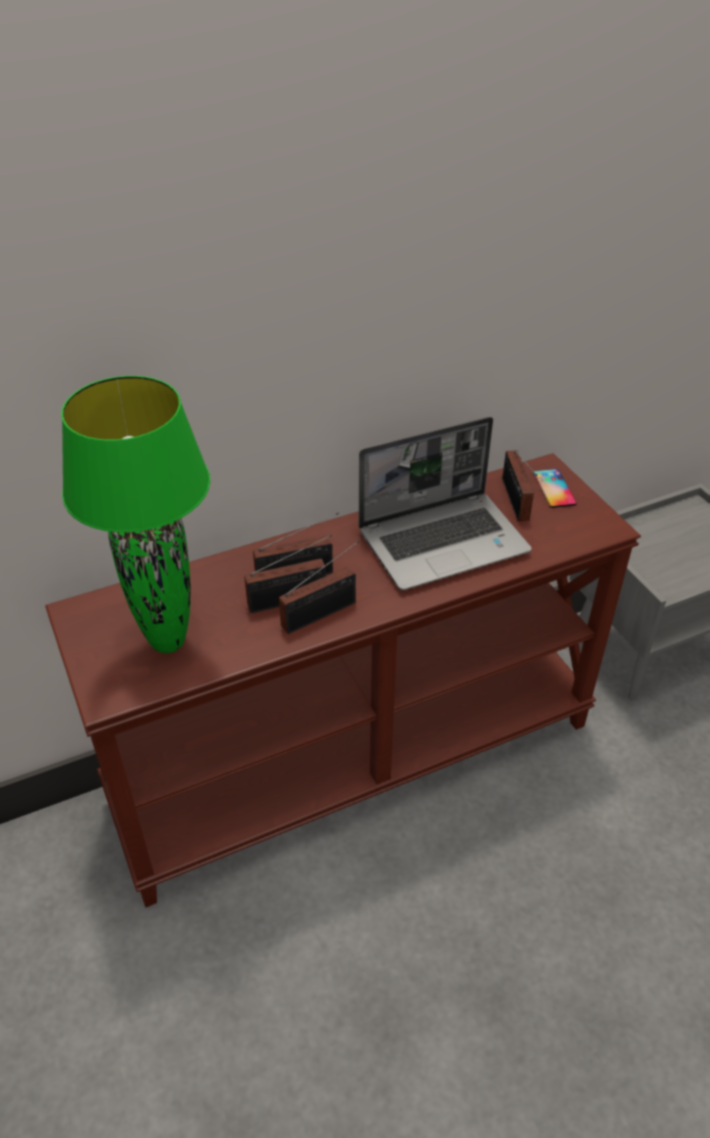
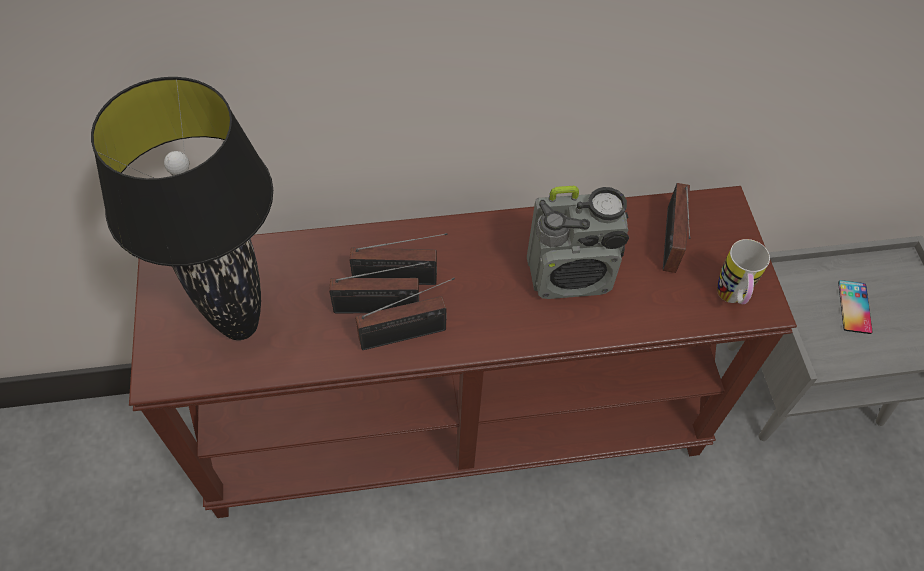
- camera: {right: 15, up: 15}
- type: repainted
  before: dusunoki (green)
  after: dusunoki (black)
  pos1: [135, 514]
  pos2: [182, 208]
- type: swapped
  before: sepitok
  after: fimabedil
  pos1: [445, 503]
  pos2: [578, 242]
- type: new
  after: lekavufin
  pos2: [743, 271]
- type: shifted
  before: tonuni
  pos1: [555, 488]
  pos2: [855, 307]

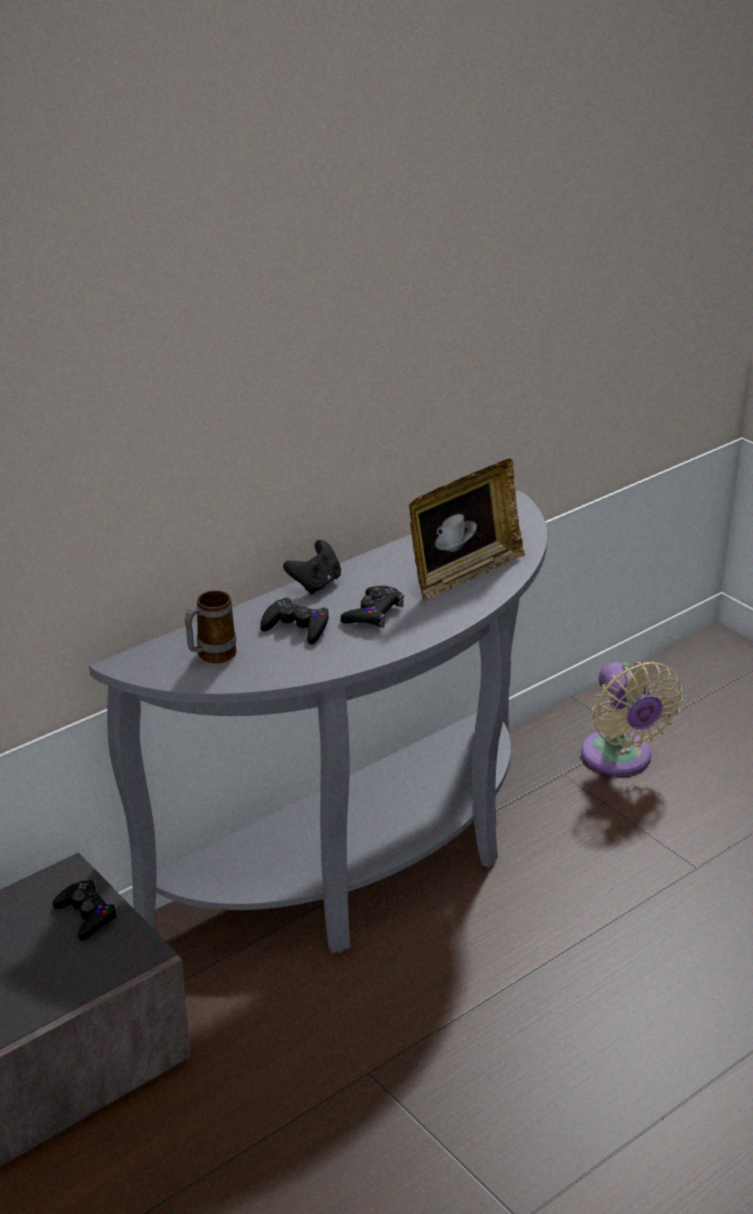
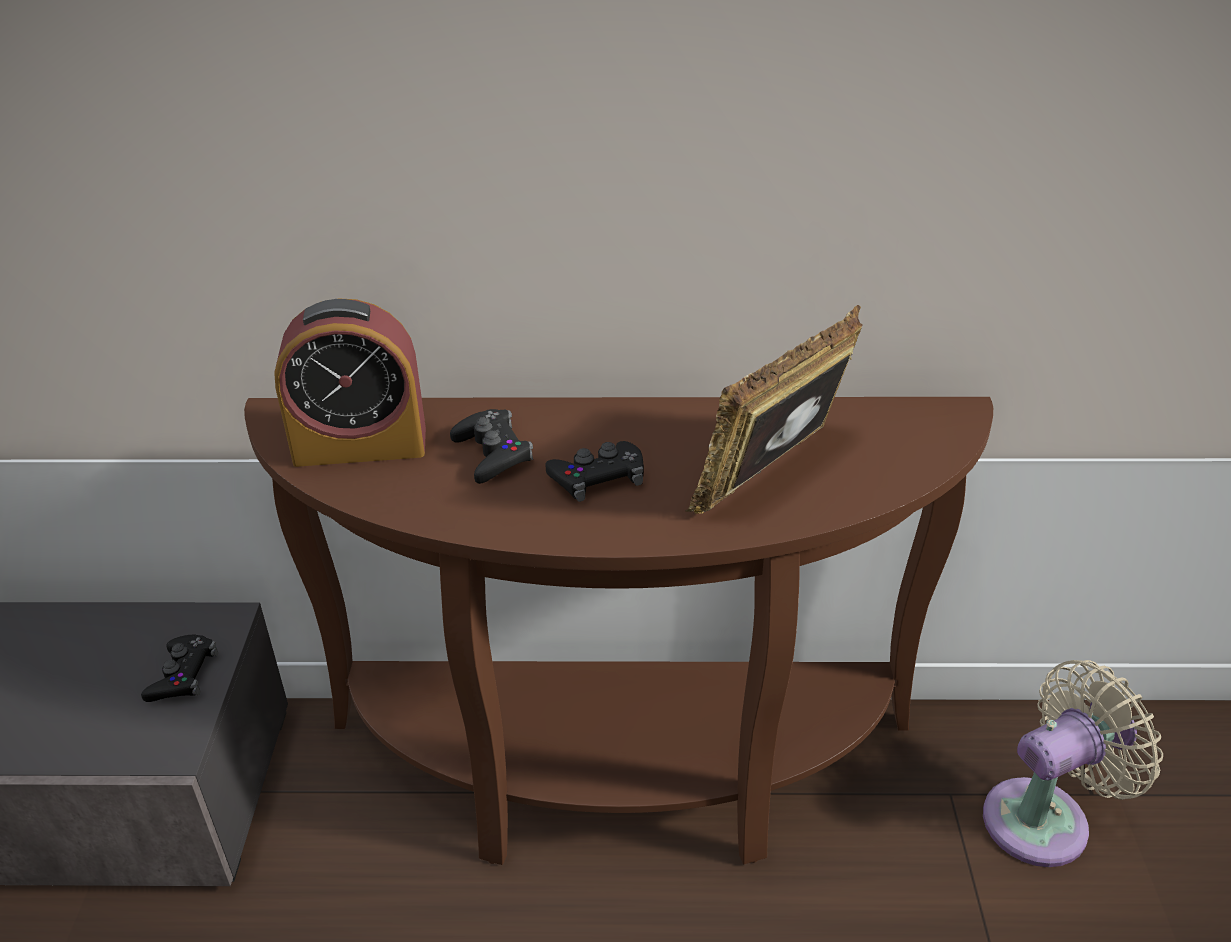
- camera: {right: 40, up: 5}
- type: repainted
  before: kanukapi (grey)
  after: kanukapi (brown)
  pos1: [318, 721]
  pos2: [618, 631]
- type: swapped
  before: lekavufin
  after: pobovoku
  pos1: [210, 626]
  pos2: [350, 382]
- type: rotated
  before: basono
  pos1: [467, 530]
  pos2: [774, 409]
  turn: 135
- type: rotated
  before: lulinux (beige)
  pos1: [632, 718]
  pos2: [1073, 763]
  turn: -135
- type: gone
  before: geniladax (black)
  pos1: [312, 567]

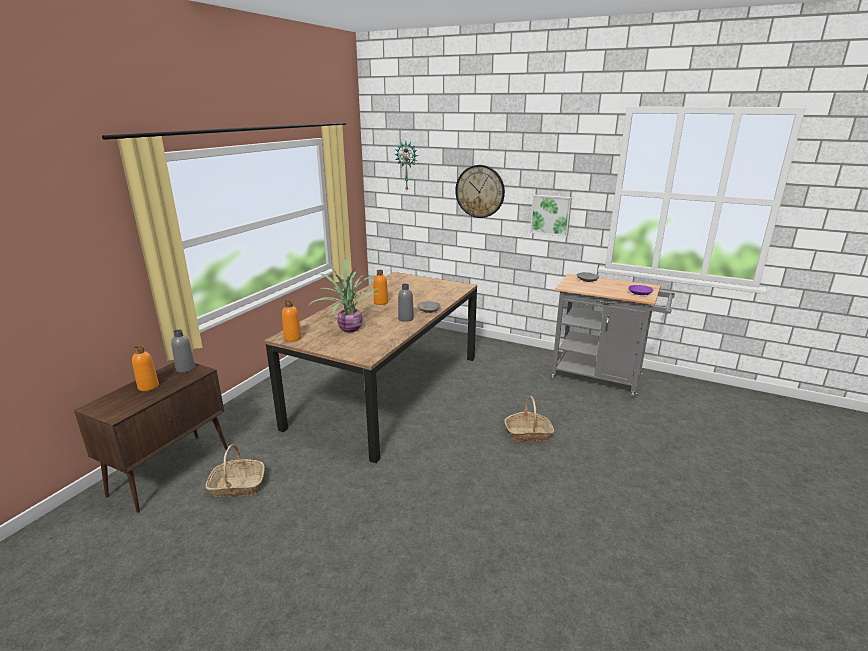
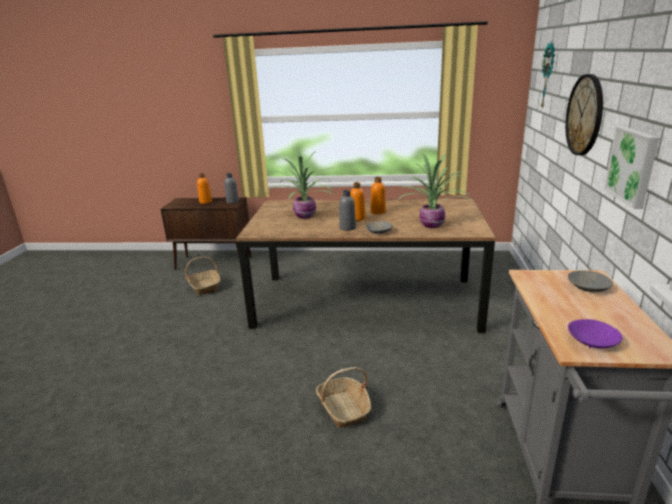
- camera: {right: 70, up: 0}
- type: shifted
  before: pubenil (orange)
  pos1: [291, 321]
  pos2: [358, 201]
- type: new
  after: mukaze
  pos2: [435, 190]

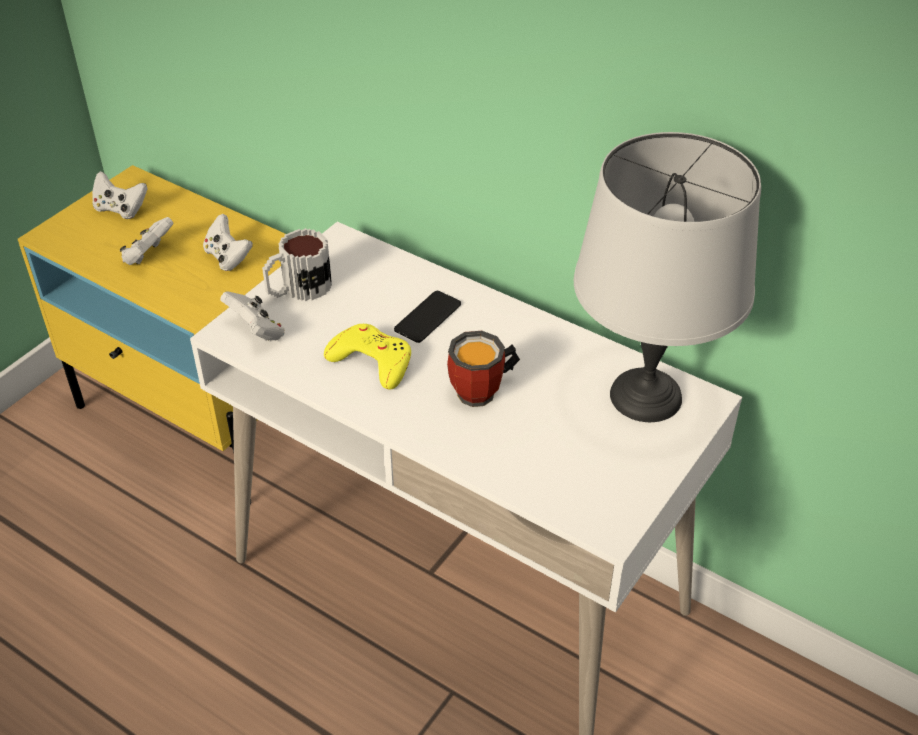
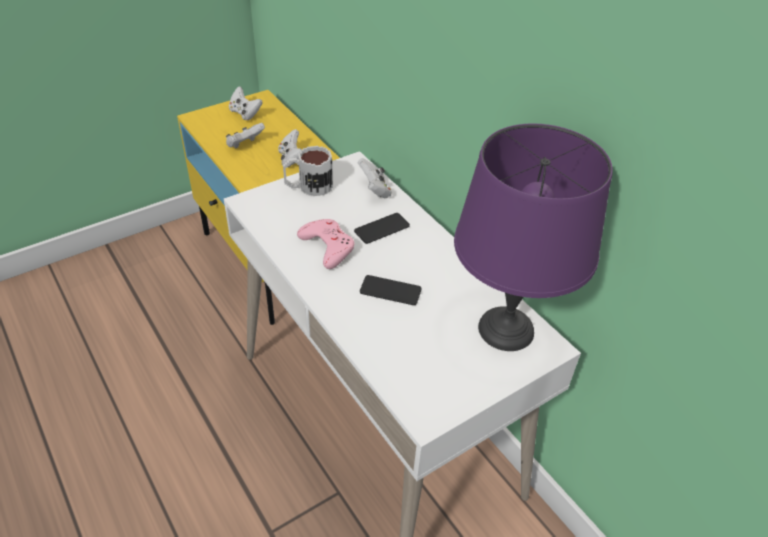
- camera: {right: 20, up: 0}
- type: repainted
  before: geniladax (yellow)
  after: geniladax (pink)
  pos1: [367, 357]
  pos2: [326, 244]
- type: shifted
  before: geniladax (white)
  pos1: [252, 316]
  pos2: [375, 178]
- type: swapped
  before: lekavufin
  after: tonuni
  pos1: [483, 369]
  pos2: [390, 290]
- type: repainted
  before: dusunoki (grey)
  after: dusunoki (purple)
  pos1: [667, 277]
  pos2: [533, 237]

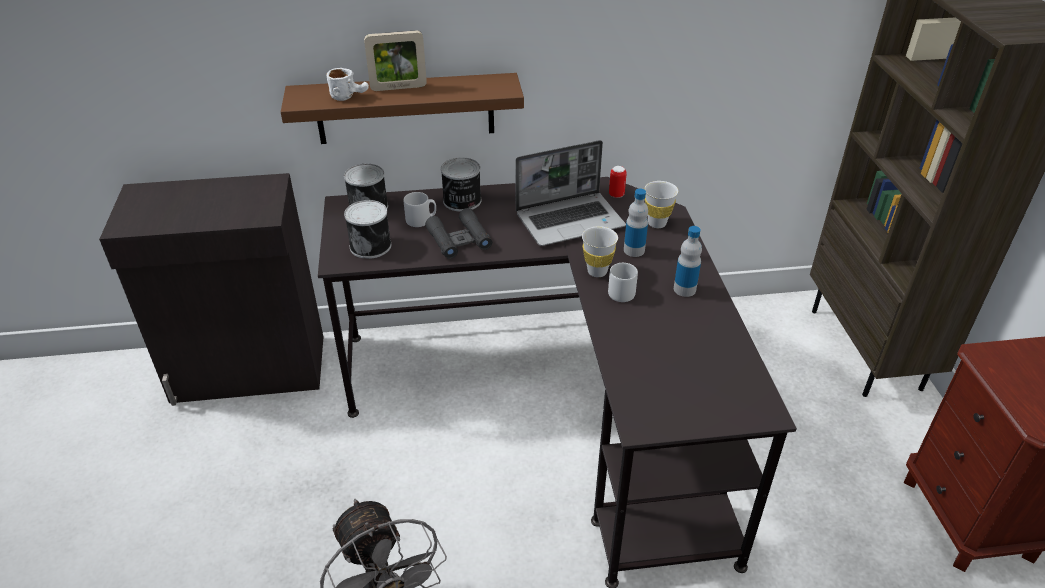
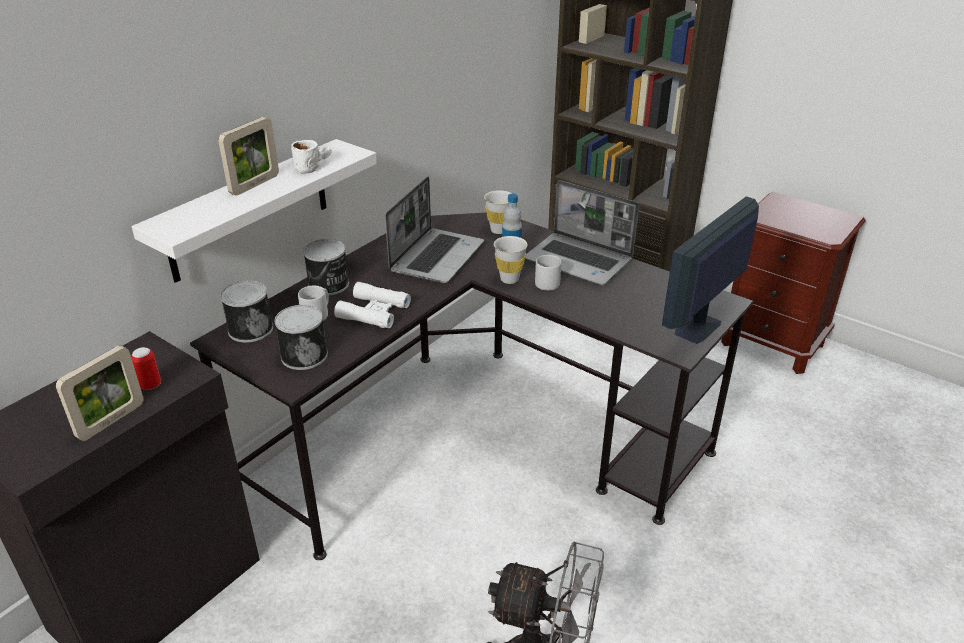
- camera: {right: -45, up: -5}
- type: new
  after: basono
  pos2: [100, 393]
- type: shifted
  before: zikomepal
  pos1: [618, 182]
  pos2: [146, 368]
- type: repainted
  before: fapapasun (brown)
  after: fapapasun (white)
  pos1: [402, 108]
  pos2: [254, 211]
- type: shifted
  before: lekavufin (white)
  pos1: [347, 84]
  pos2: [311, 157]
- type: repainted
  before: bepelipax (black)
  after: bepelipax (white)
  pos1: [458, 233]
  pos2: [372, 305]
- type: swapped
  before: pubenil
  after: sepitok
  pos1: [688, 261]
  pos2: [582, 232]
- type: new
  after: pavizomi
  pos2: [710, 270]

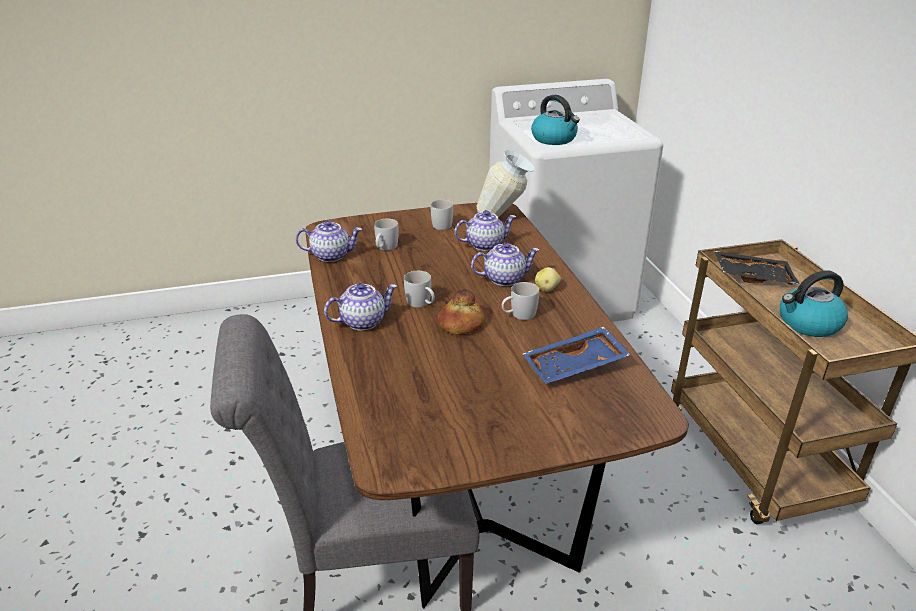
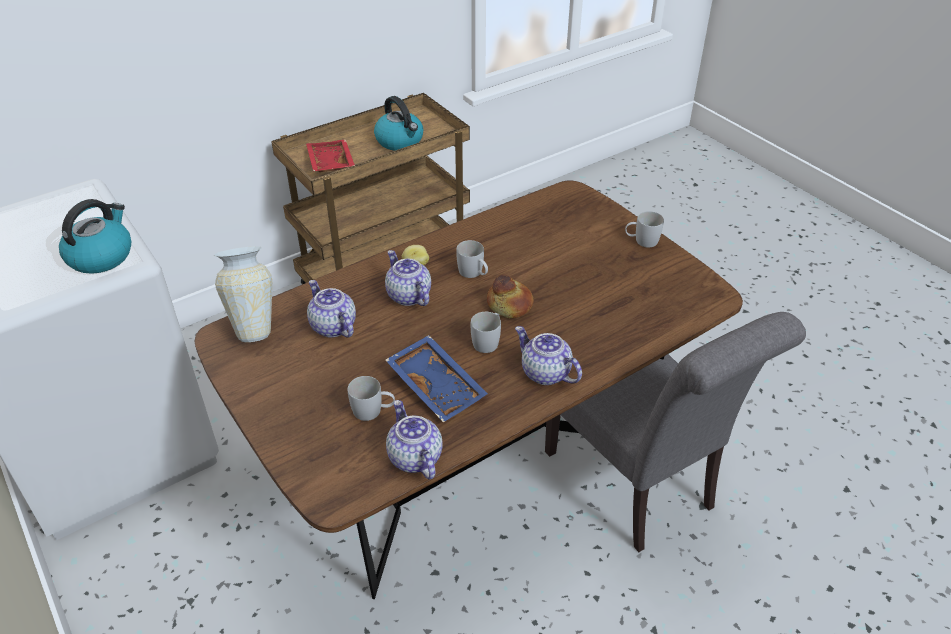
- camera: {right: -110, up: 10}
- type: repainted
  before: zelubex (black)
  after: zelubex (red)
  pos1: [757, 268]
  pos2: [330, 156]
- type: shifted
  before: zelubex (blue)
  pos1: [577, 355]
  pos2: [436, 379]
- type: shifted
  before: lekavufin (white)
  pos1: [442, 215]
  pos2: [644, 229]

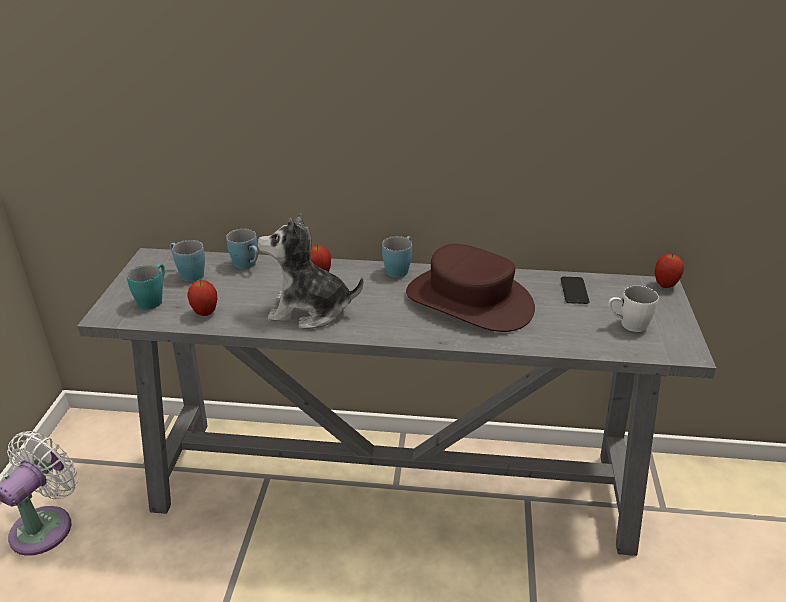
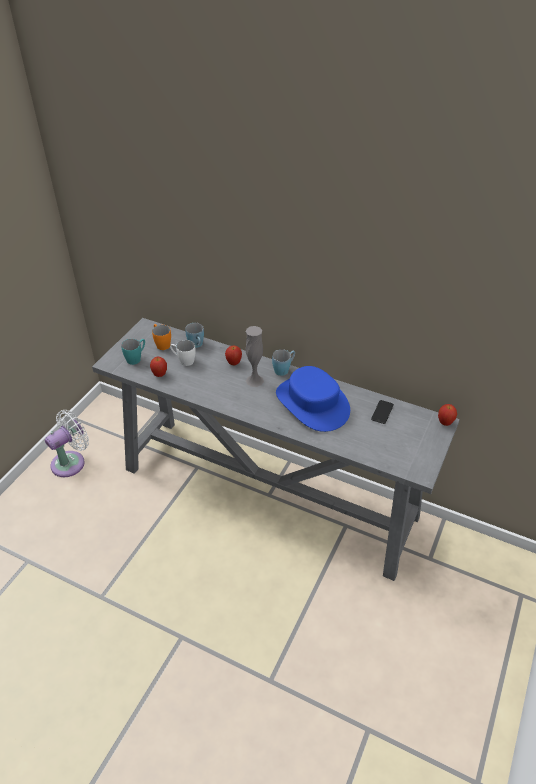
- camera: {right: 20, up: 10}
- type: repainted
  before: lekavufin (blue)
  after: lekavufin (orange)
  pos1: [187, 261]
  pos2: [161, 337]
- type: shifted
  before: lekavufin (white)
  pos1: [633, 309]
  pos2: [183, 353]
- type: new
  after: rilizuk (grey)
  pos2: [255, 356]
- type: repainted
  before: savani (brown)
  after: savani (blue)
  pos1: [470, 288]
  pos2: [313, 399]
- type: gone
  before: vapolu
  pos1: [310, 271]

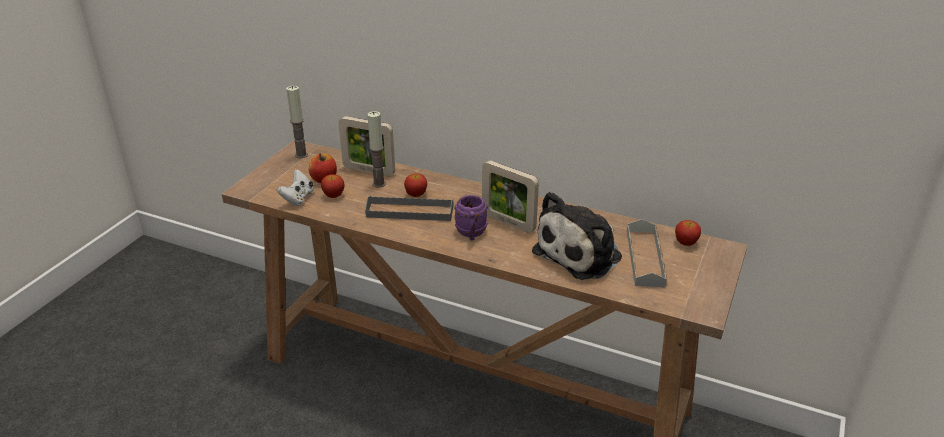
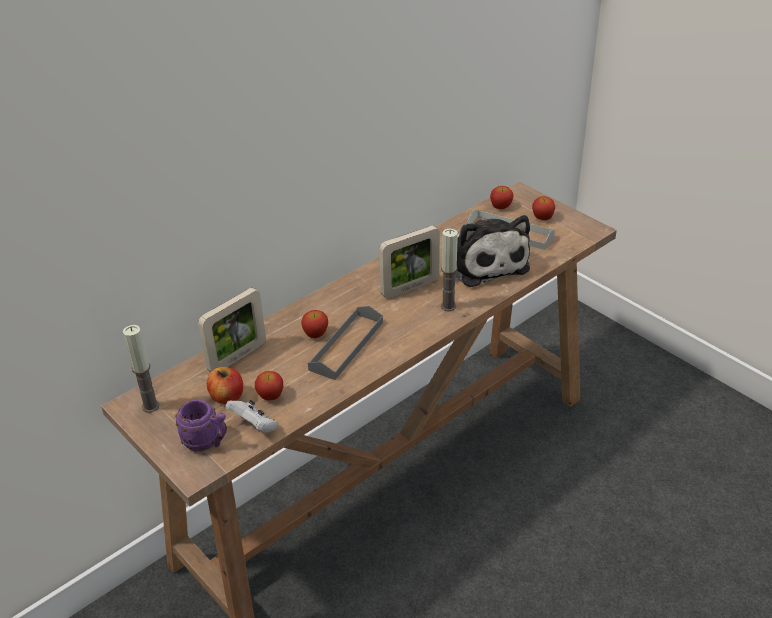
- camera: {right: -65, up: 5}
- type: shifted
  before: lekavufin (purple)
  pos1: [471, 217]
  pos2: [201, 425]
- type: shifted
  before: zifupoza
  pos1: [376, 149]
  pos2: [449, 270]
- type: new
  after: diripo
  pos2: [543, 208]

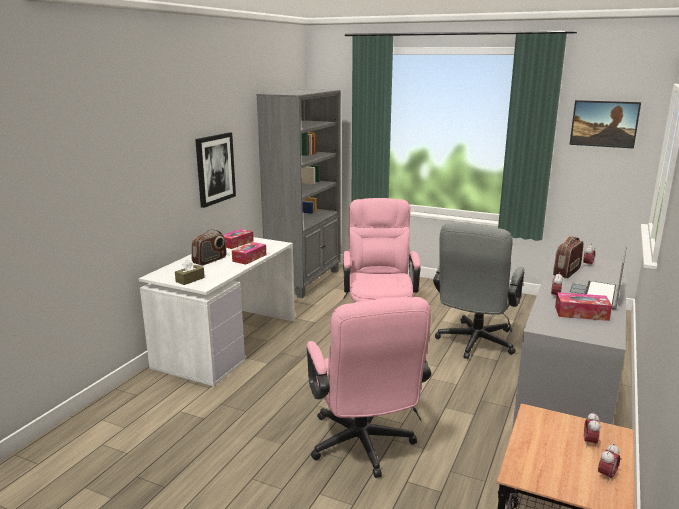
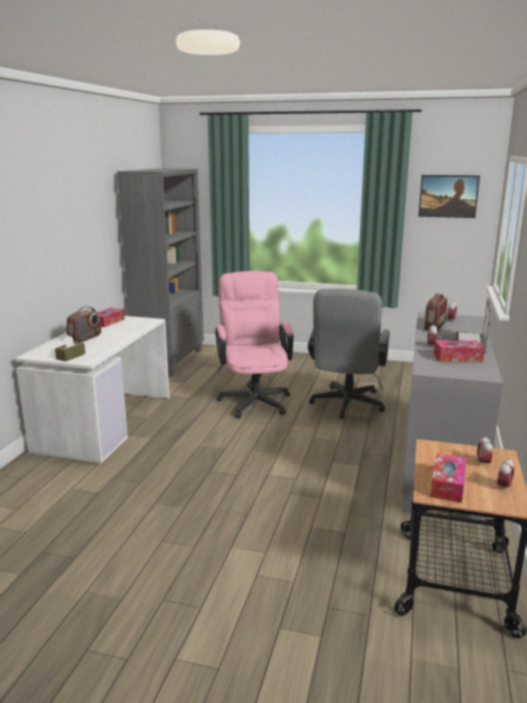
- camera: {right: -10, up: 0}
- type: shifted
  before: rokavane
  pos1: [249, 253]
  pos2: [448, 478]
- type: gone
  before: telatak
  pos1: [215, 170]
- type: gone
  before: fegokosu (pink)
  pos1: [369, 387]

